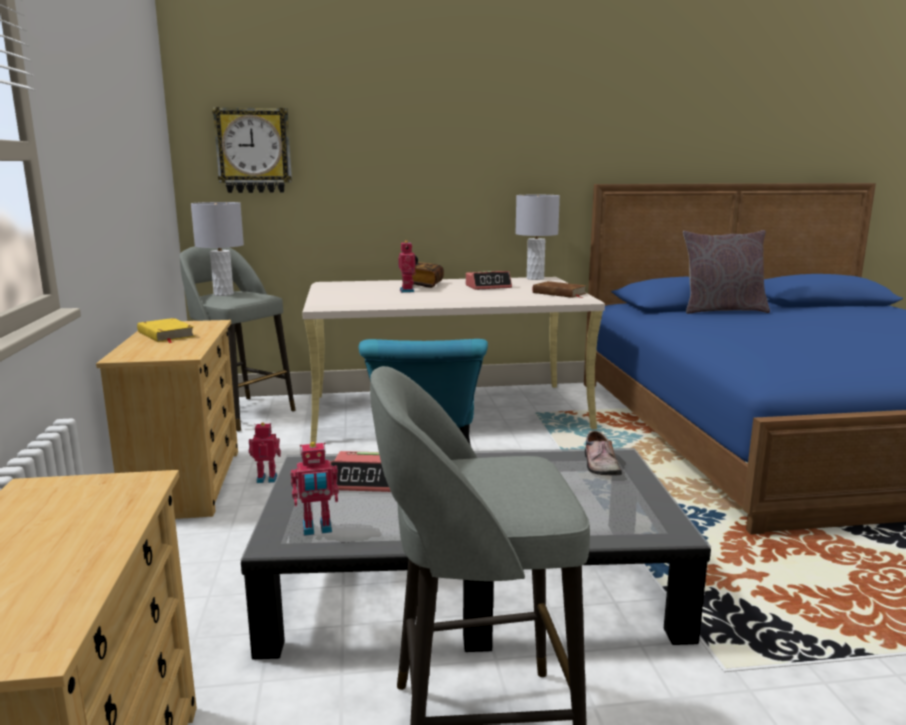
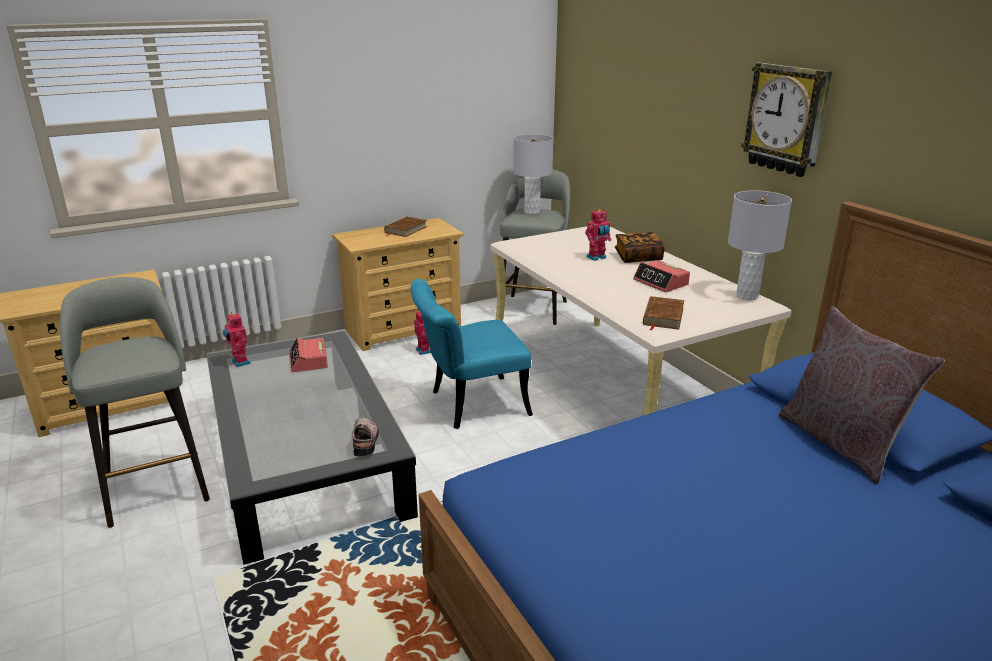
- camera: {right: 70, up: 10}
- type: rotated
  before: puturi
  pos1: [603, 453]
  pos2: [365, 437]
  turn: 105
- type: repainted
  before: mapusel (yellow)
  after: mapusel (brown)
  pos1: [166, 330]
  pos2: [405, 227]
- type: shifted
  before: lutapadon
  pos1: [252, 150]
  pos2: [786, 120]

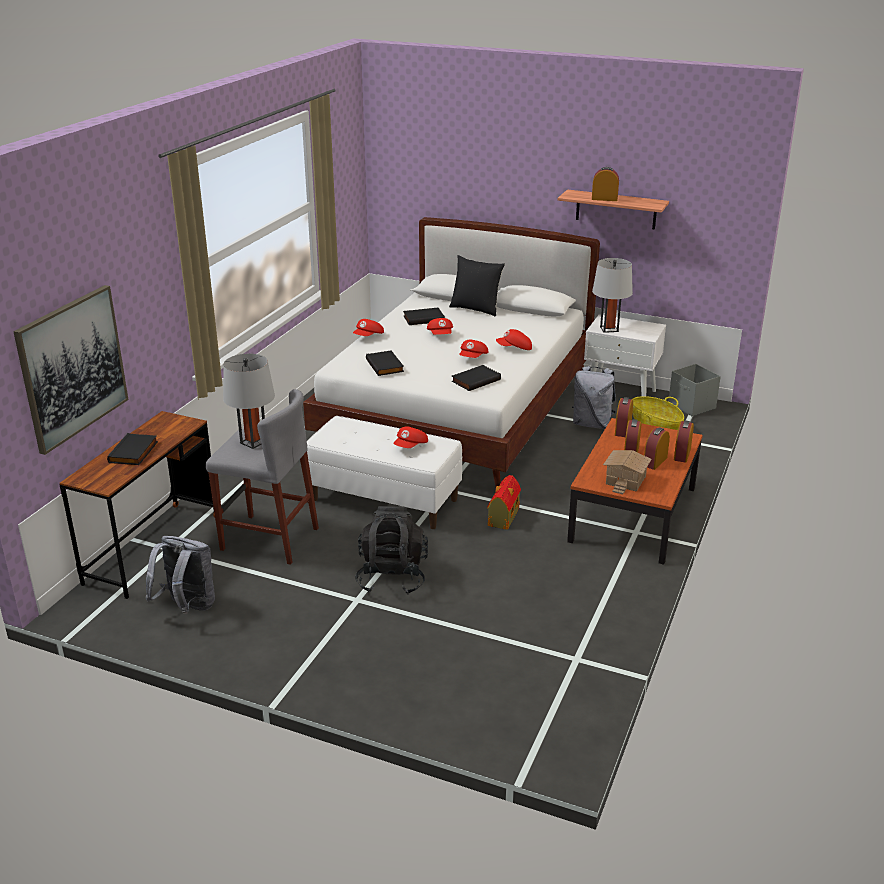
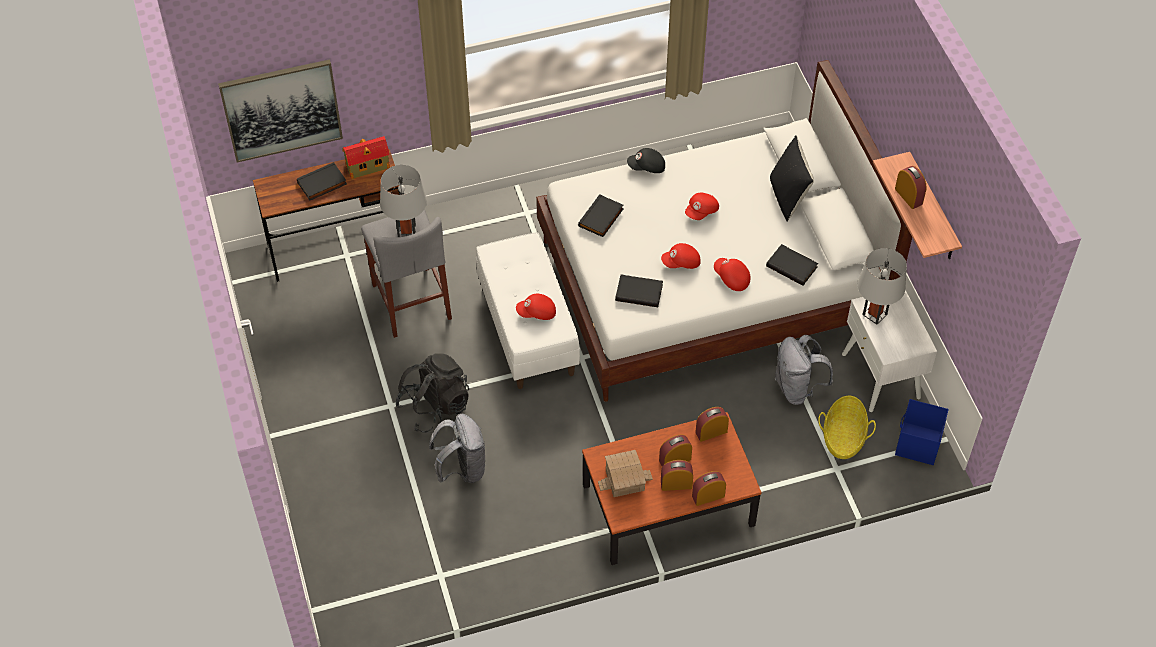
- camera: {right: 50, up: 25}
- type: shifted
  before: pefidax
  pos1: [504, 502]
  pos2: [366, 157]
- type: shifted
  before: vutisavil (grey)
  pos1: [180, 575]
  pos2: [457, 448]
- type: repainted
  before: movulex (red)
  after: movulex (black)
  pos1: [368, 327]
  pos2: [646, 160]
- type: shifted
  before: mapusel (black)
  pos1: [424, 316]
  pos2: [792, 265]
- type: repainted
  before: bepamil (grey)
  after: bepamil (blue)
  pos1: [694, 390]
  pos2: [922, 432]

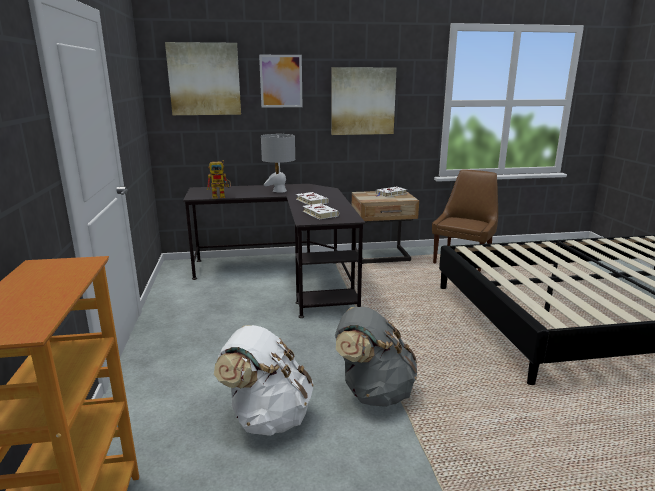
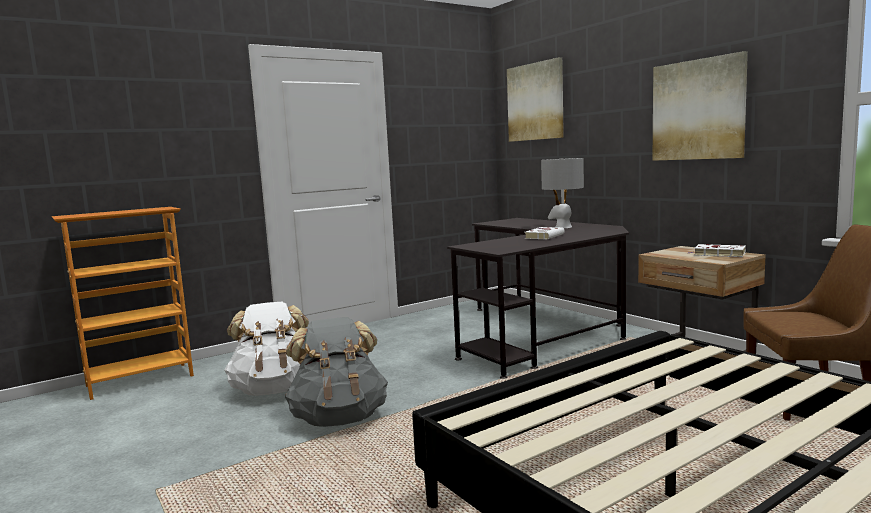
- camera: {right: 65, up: -10}
- type: gone
  before: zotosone
  pos1: [219, 179]
- type: gone
  before: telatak
  pos1: [280, 81]
- type: gone
  before: mapusel (white)
  pos1: [321, 211]

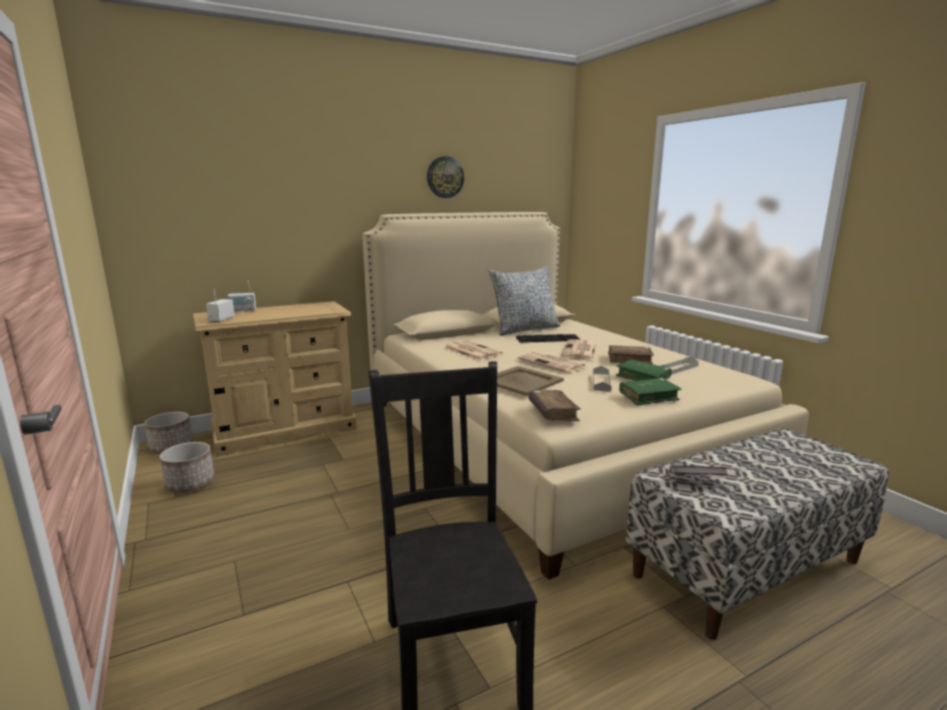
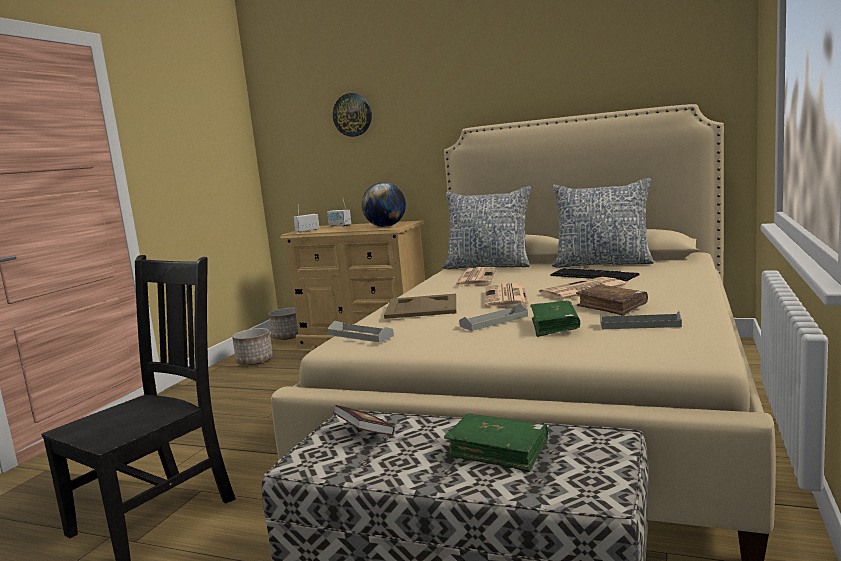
- camera: {right: 50, up: -5}
- type: swapped
  before: mapusel (brown)
  after: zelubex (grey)
  pos1: [555, 405]
  pos2: [360, 331]
- type: shifted
  before: lutapadon
  pos1: [445, 177]
  pos2: [352, 115]
- type: new
  after: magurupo
  pos2: [384, 204]
- type: new
  after: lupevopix
  pos2: [486, 227]
- type: shifted
  before: mapusel (green)
  pos1: [650, 392]
  pos2: [496, 442]

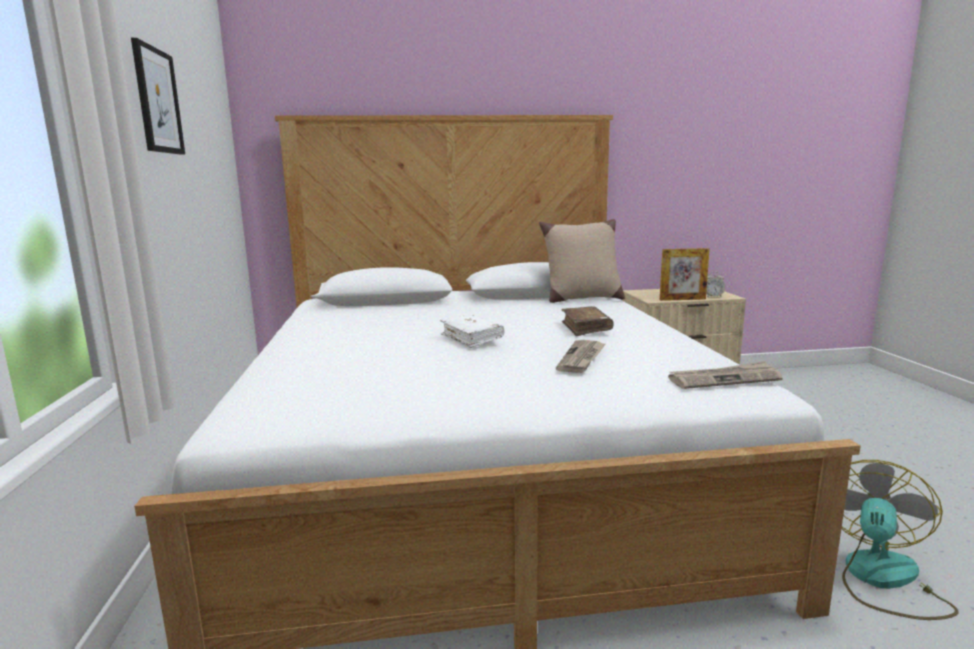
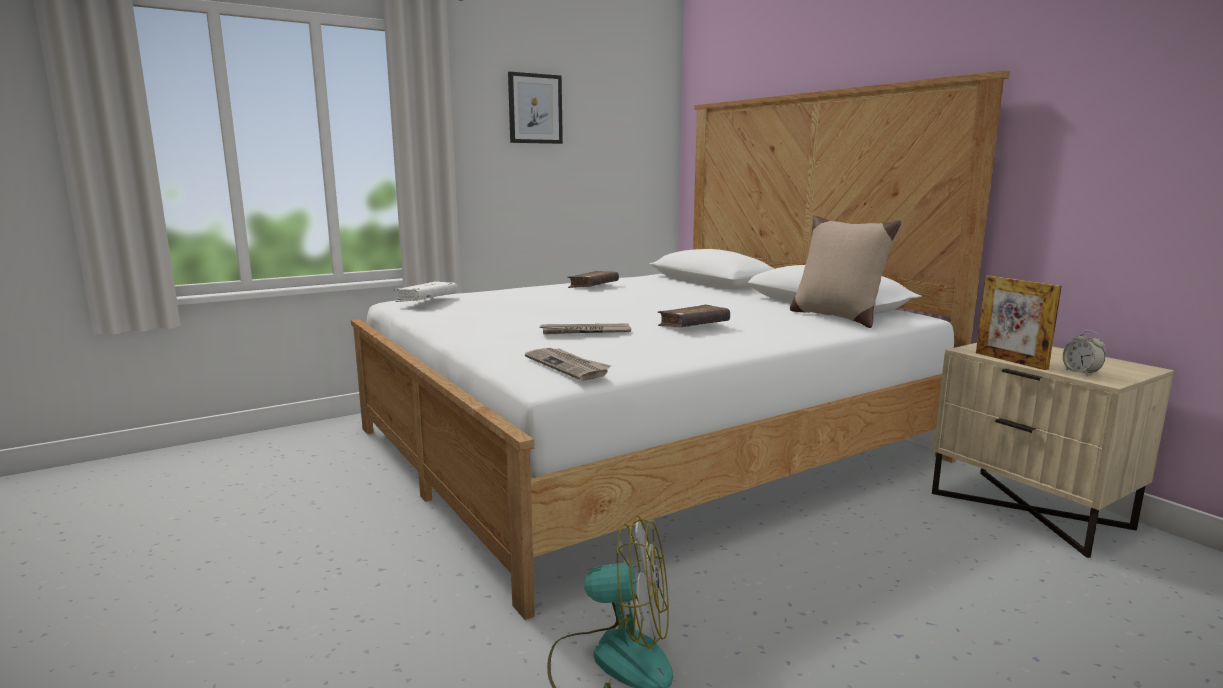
- camera: {right: 65, up: 0}
- type: shifted
  before: mapusel (white)
  pos1: [472, 331]
  pos2: [425, 292]
- type: new
  after: mapusel (brown)
  pos2: [593, 279]

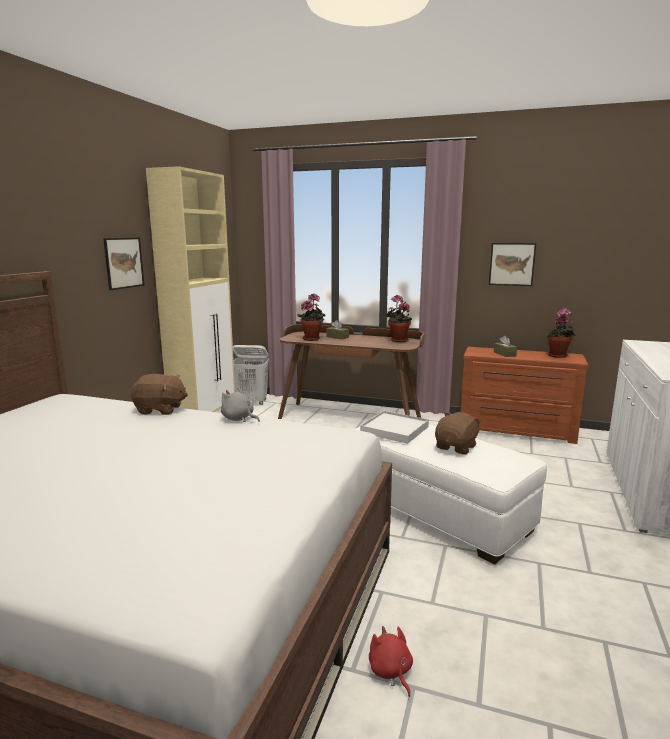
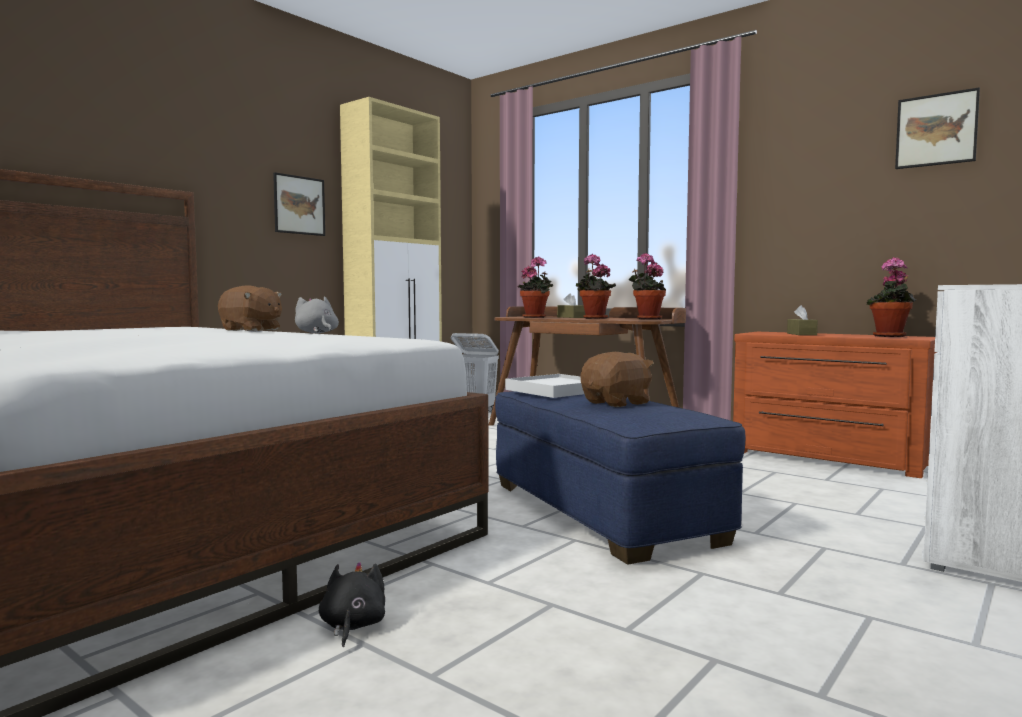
- camera: {right: 20, up: -10}
- type: repainted
  before: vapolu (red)
  after: vapolu (black)
  pos1: [391, 661]
  pos2: [352, 604]
- type: repainted
  before: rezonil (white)
  after: rezonil (blue)
  pos1: [450, 494]
  pos2: [620, 478]
- type: new
  after: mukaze
  pos2: [596, 286]
- type: shifted
  before: telatak
  pos1: [512, 264]
  pos2: [937, 128]

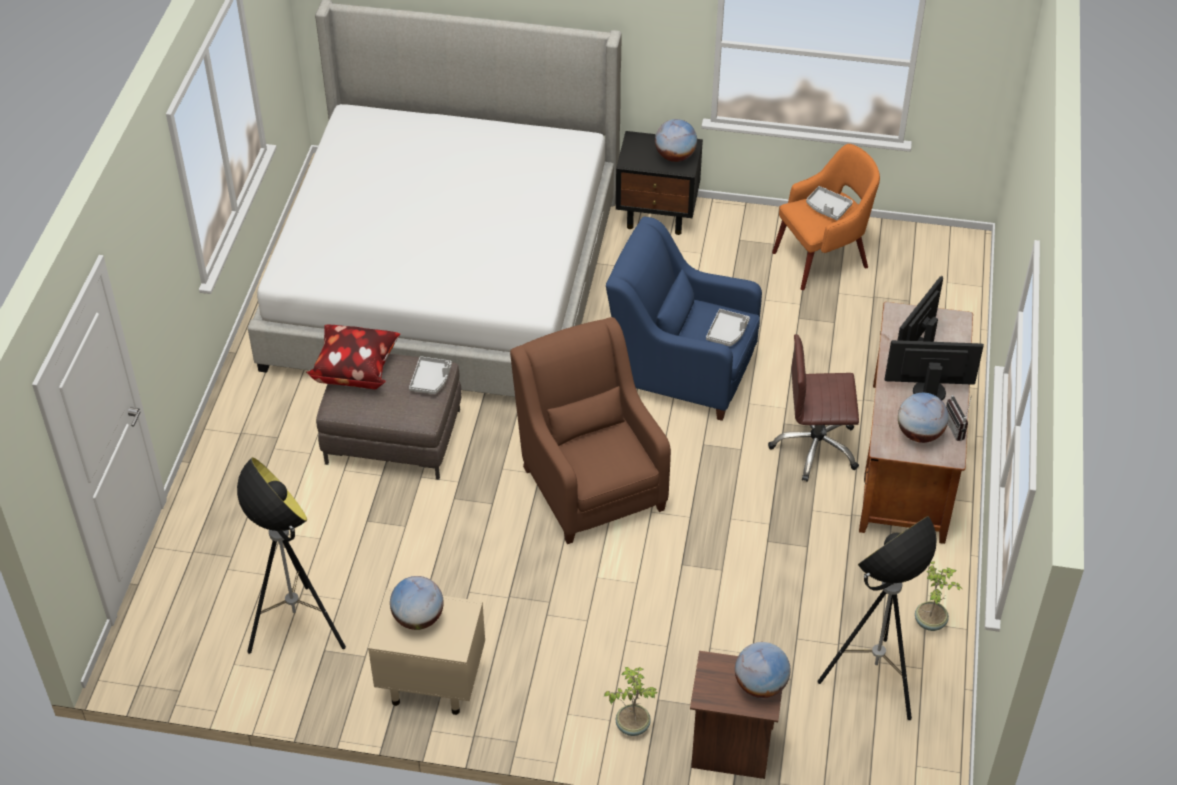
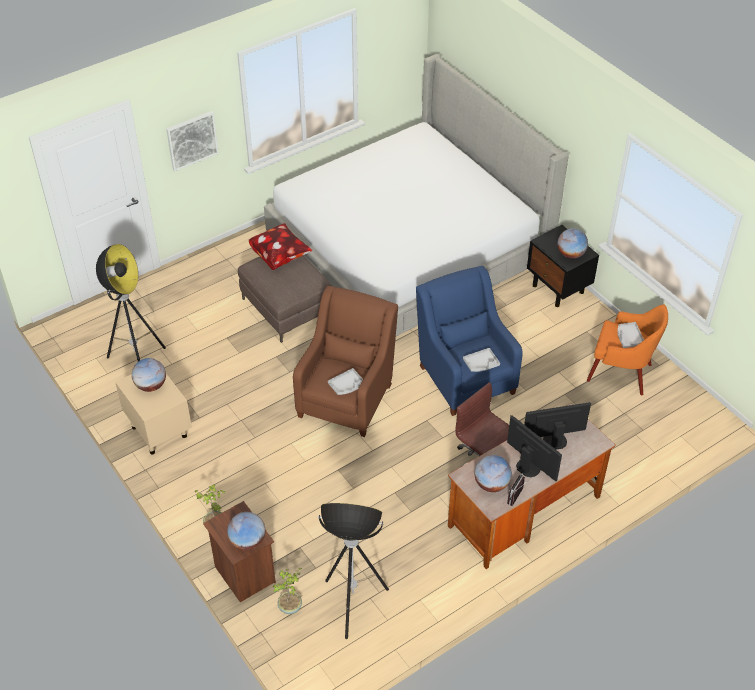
- camera: {right: 45, up: 0}
- type: new
  after: telatak
  pos2: [192, 141]
- type: shifted
  before: mukaze
  pos1: [938, 596]
  pos2: [287, 591]
- type: shifted
  before: zelubex (grey)
  pos1: [430, 375]
  pos2: [345, 381]

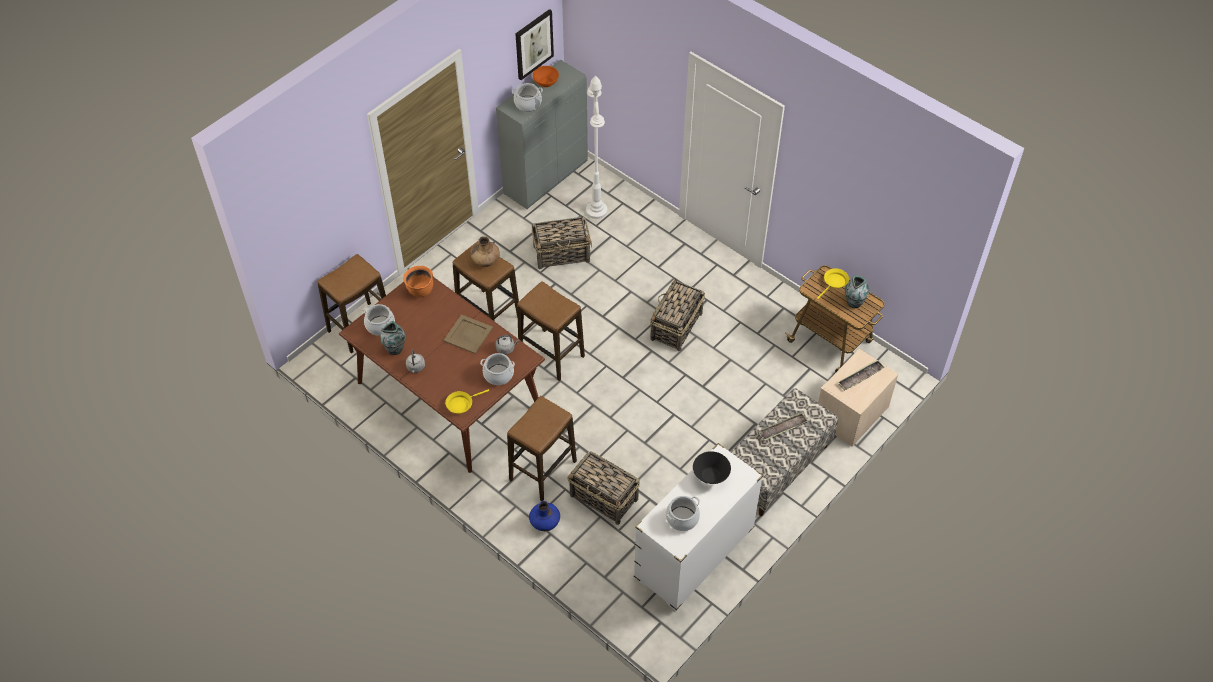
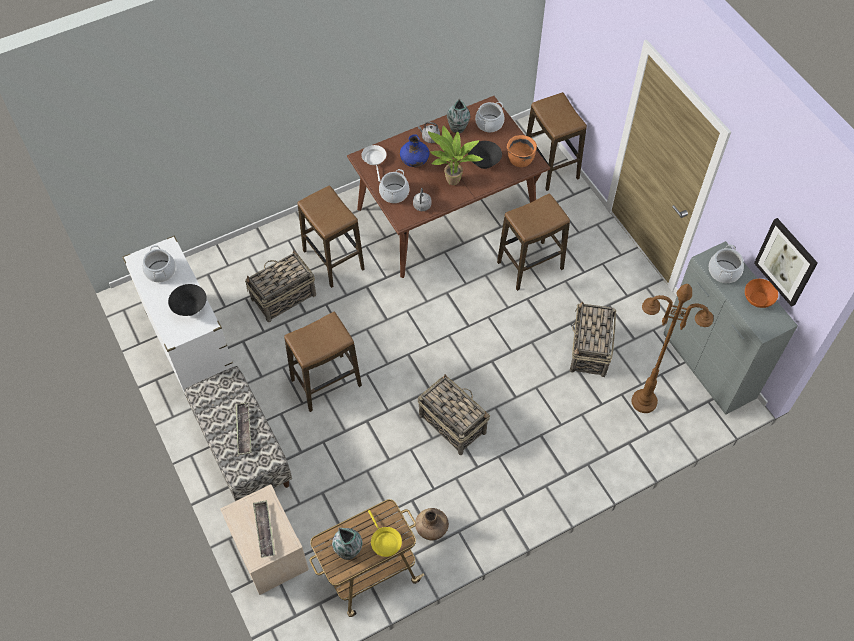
- camera: {right: 110, up: 5}
- type: shifted
  before: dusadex
  pos1: [551, 331]
  pos2: [323, 362]
- type: repainted
  before: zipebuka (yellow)
  after: zipebuka (white)
  pos1: [467, 401]
  pos2: [374, 163]
- type: shifted
  before: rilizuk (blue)
  pos1: [544, 516]
  pos2: [414, 150]
- type: shifted
  before: rilizuk (brown)
  pos1: [485, 251]
  pos2: [432, 524]
- type: swapped
  before: zelubex (beige)
  after: mukaze
  pos1: [468, 334]
  pos2: [455, 155]
- type: new
  after: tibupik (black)
  pos2: [485, 155]
- type: repainted
  before: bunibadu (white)
  after: bunibadu (brown)
  pos1: [596, 147]
  pos2: [672, 348]

